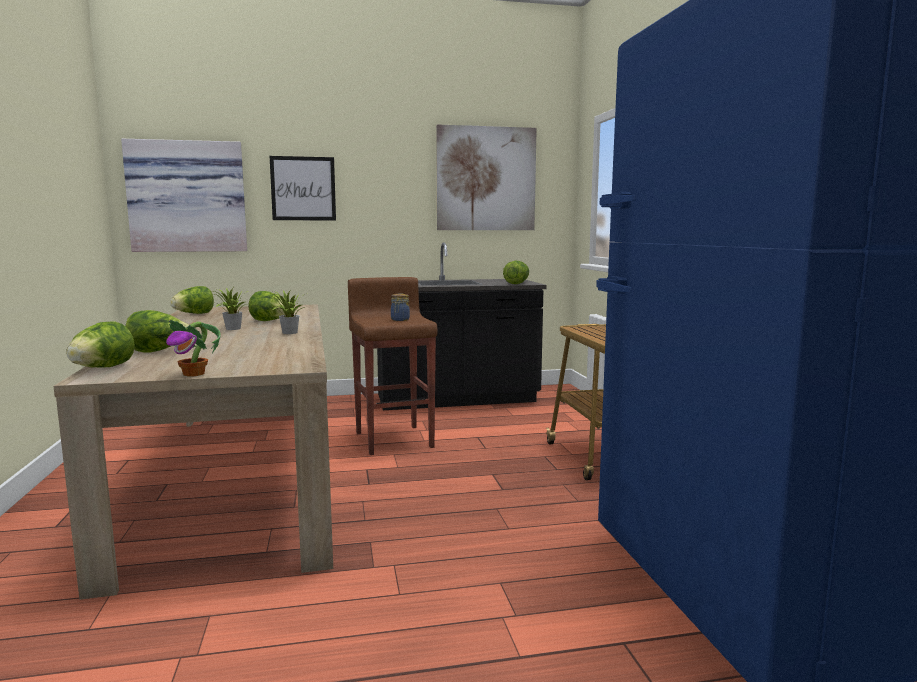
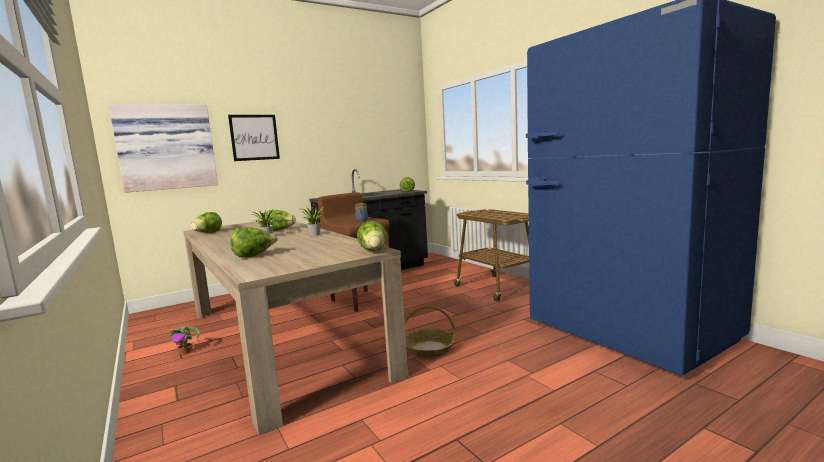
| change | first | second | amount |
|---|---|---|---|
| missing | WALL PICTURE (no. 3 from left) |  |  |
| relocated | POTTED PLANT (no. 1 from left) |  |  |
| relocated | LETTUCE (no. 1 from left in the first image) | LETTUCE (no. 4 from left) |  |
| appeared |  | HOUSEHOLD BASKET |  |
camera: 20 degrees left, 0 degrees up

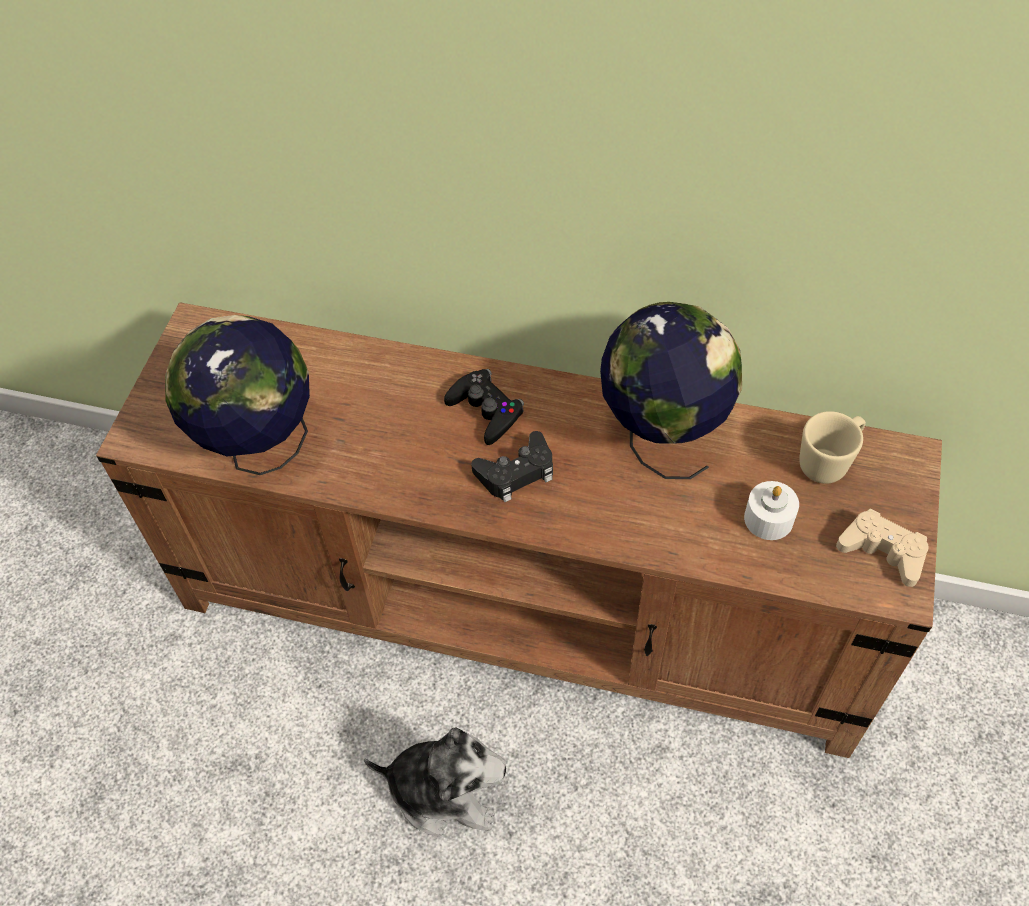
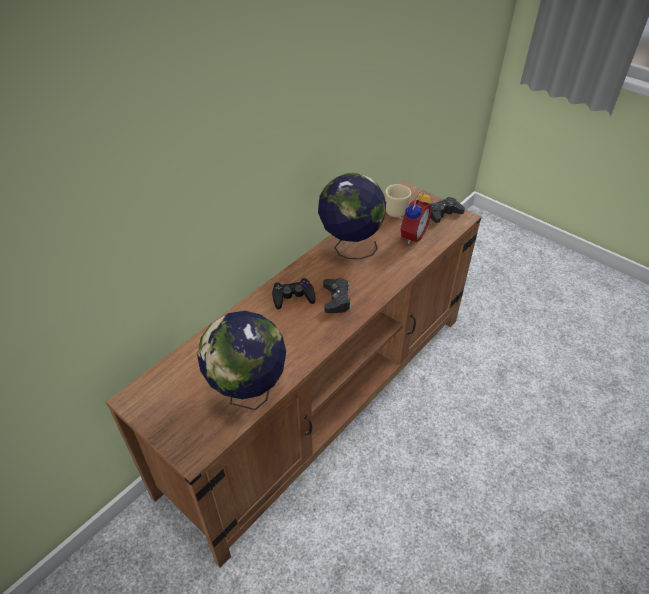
| change | first | second | amount |
|---|---|---|---|
| exchanged | WHITE WAX LIGHT | TABLE CLOCK |  |
| colour | BEIGE-COLOURED JOYPAD | BLACK-COLOURED JOYPAD (no. 3 from left) |  |
| missing | CUDDLY TOY |  |  |
camera: 65 degrees left, 10 degrees down

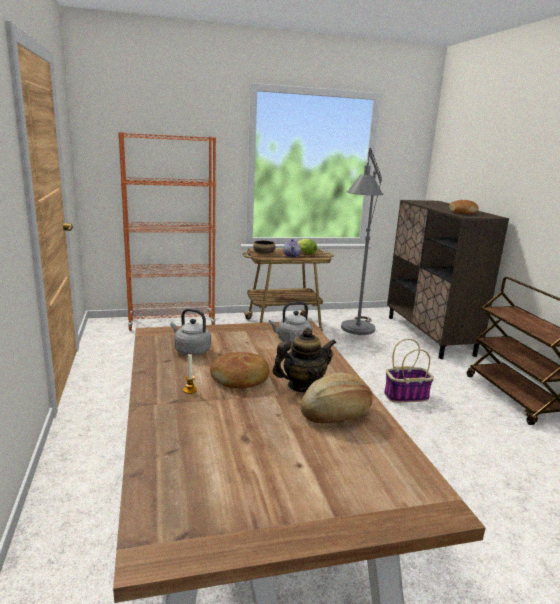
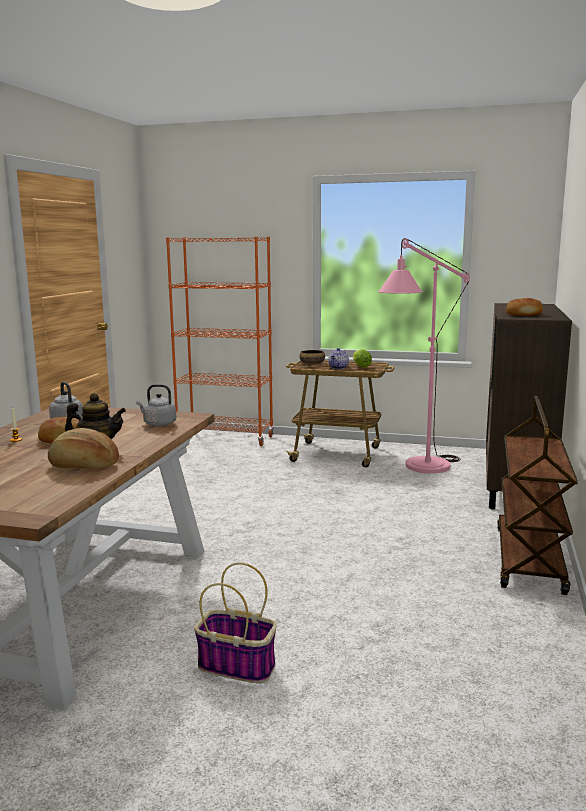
| change | first | second | amount |
|---|---|---|---|
| colour | GREY STANDARD LAMP | PINK-COLOURED STANDARD LAMP |  |
| relocated | HOUSEHOLD BASKET |  |  |
camera: 30 degrees right, 5 degrees down

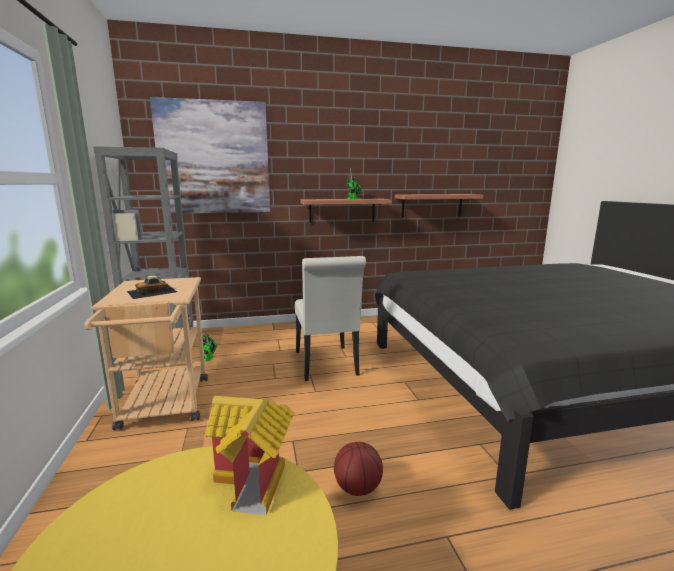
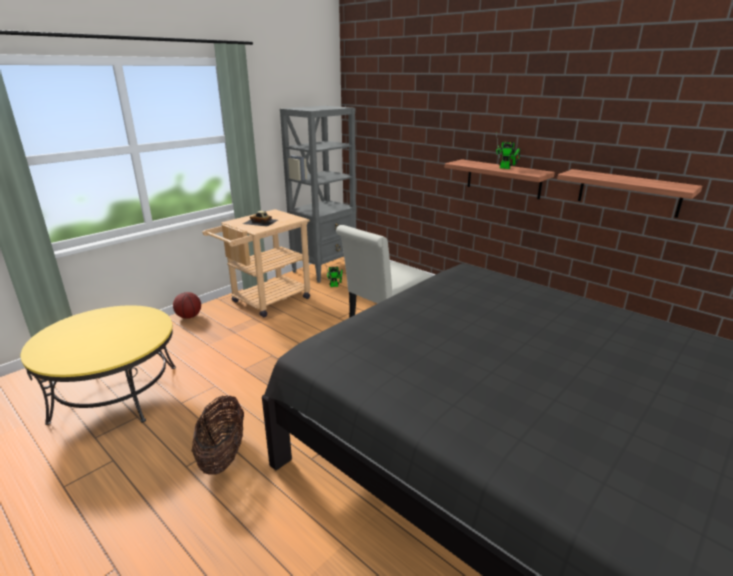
| change | first | second | amount |
|---|---|---|---|
| missing | WALL PICTURE |  |  |
| missing | MODEL HOUSE |  |  |
| relocated | BASKETBALL BALL |  |  |
| appeared |  | HOUSEHOLD BASKET |  |
camera: 55 degrees right, 10 degrees up

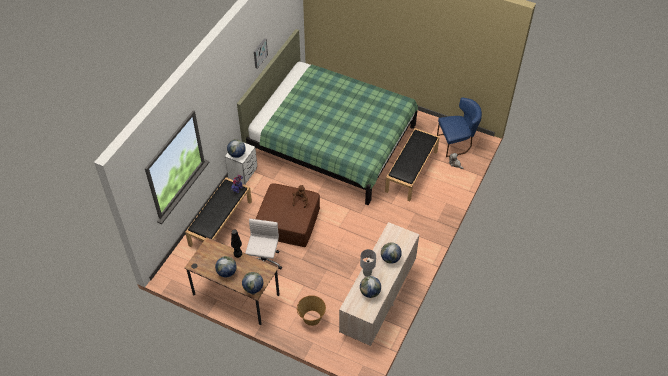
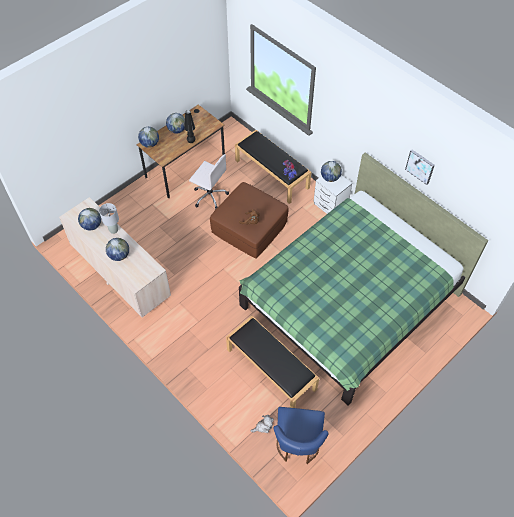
| change | first | second | amount |
|---|---|---|---|
| missing | HOUSEHOLD BASKET |  |  |
camera: 110 degrees right, 5 degrees up

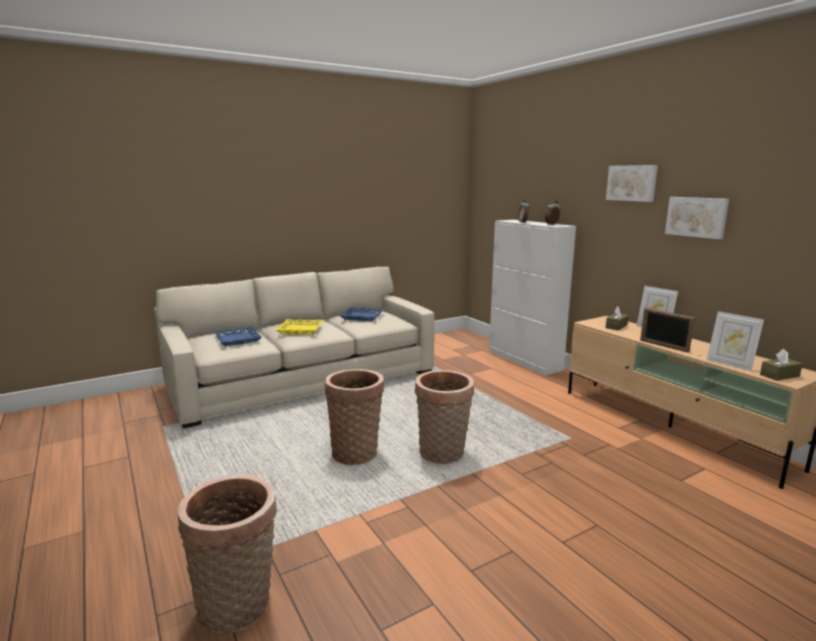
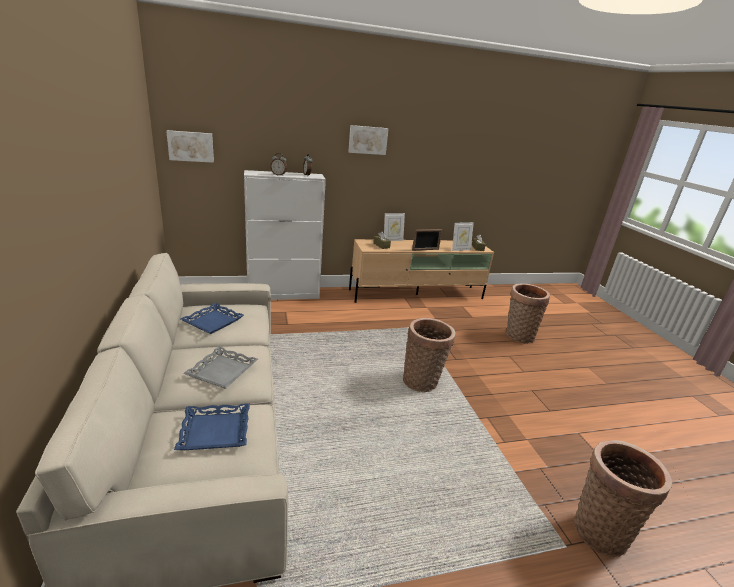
| change | first | second | amount |
|---|---|---|---|
| relocated | WALL PICTURE (no. 2 from left in the first image) | WALL PICTURE (no. 1 from left) |  |
| colour | YELLOWISH SERVING TRAY | GREY SERVING TRAY |  |
| relocated | HOUSEHOLD BASKET (no. 2 from left) |  |  |
camera: 75 degrees left, 10 degrees up

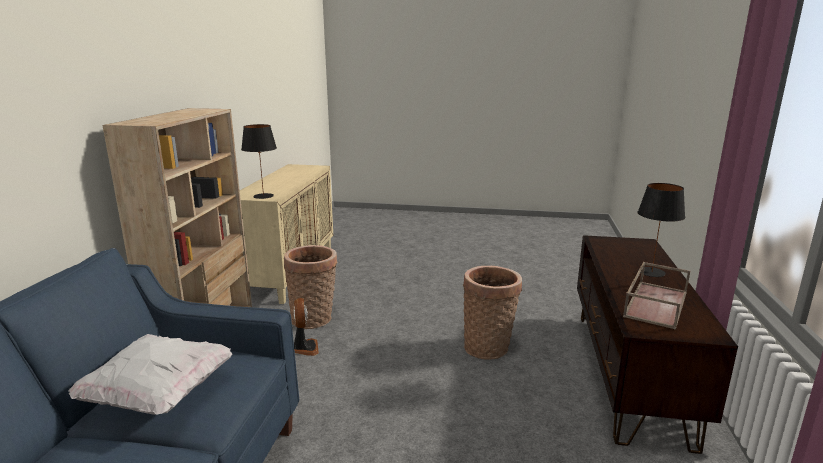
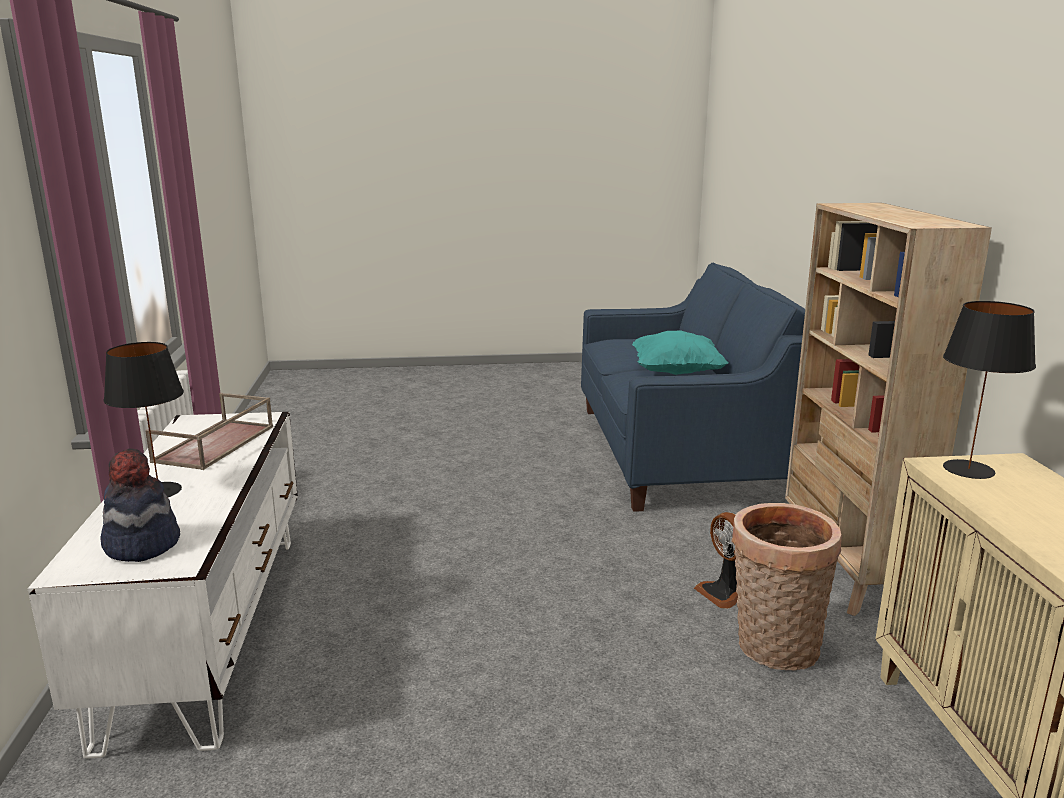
| change | first | second | amount |
|---|---|---|---|
| colour | BROWN-COLOURED MEDIA CONSOLE | WHITE MEDIA CONSOLE |  |
| missing | HOUSEHOLD BASKET (no. 2 from left) |  |  |
| colour | WHITE THROW PILLOW | BLUE-GREEN THROW PILLOW |  |
| appeared |  | CLOTHING HAT |  |
camera: 165 degrees right, 0 degrees up

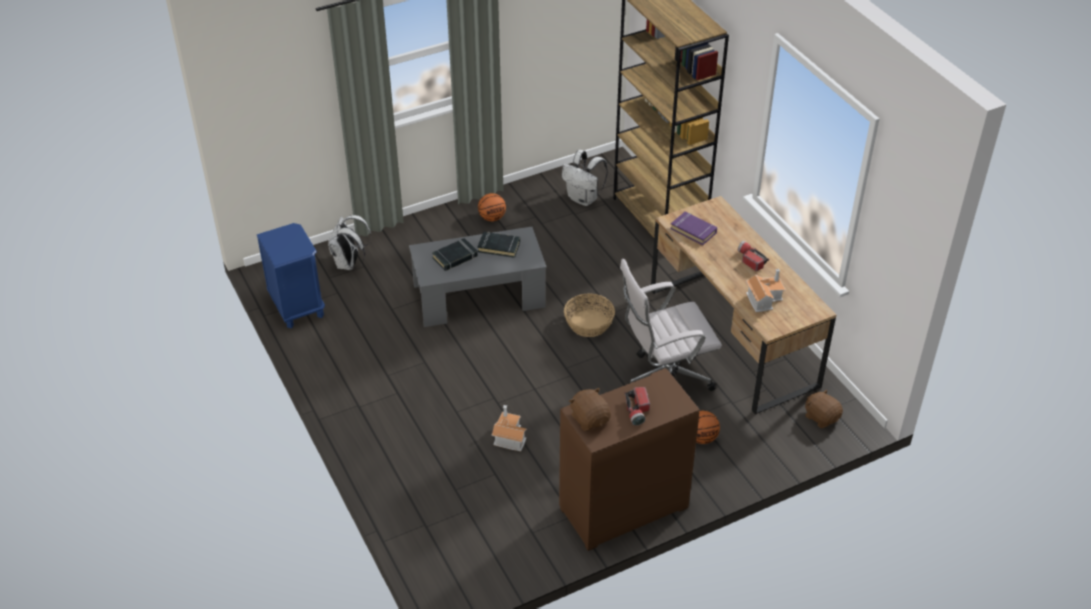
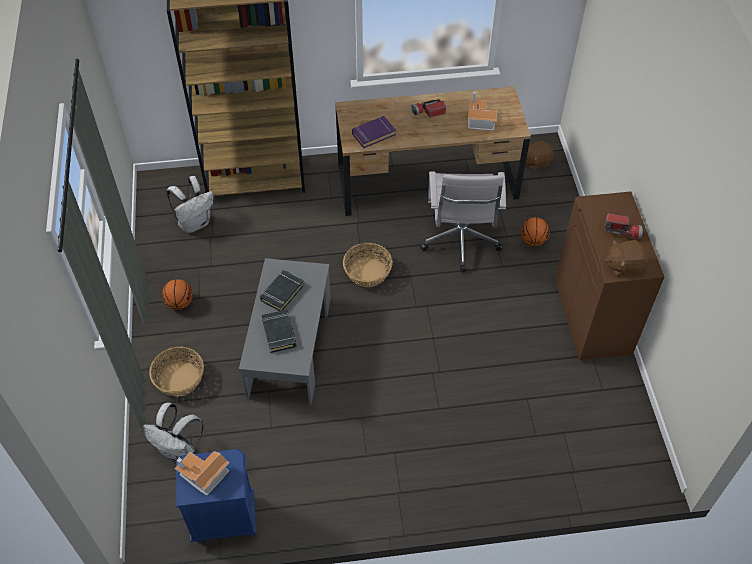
| change | first | second | amount |
|---|---|---|---|
| relocated | MODEL HOUSE (no. 1 from left) |  |  |
| appeared |  | HOUSEHOLD BASKET (no. 1 from left) |  |
camera: 70 degrees left, 10 degrees up

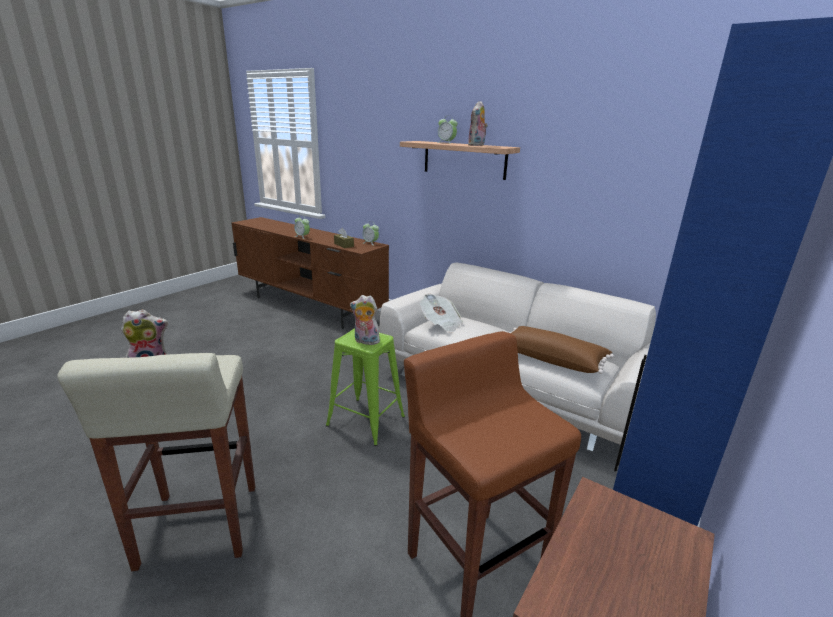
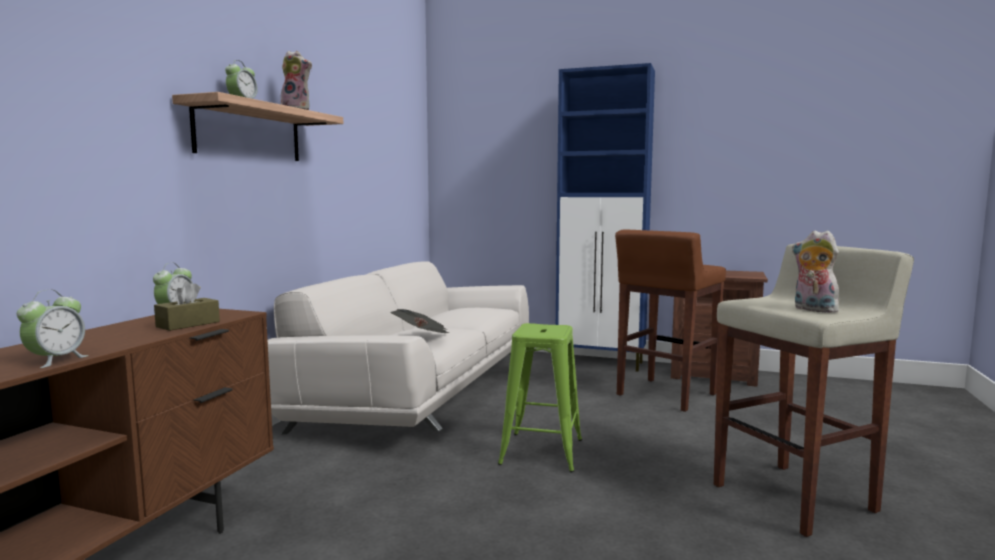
| change | first | second | amount |
|---|---|---|---|
| missing | CUDDLY TOY (no. 2 from left) |  |  |
| missing | BROWN-COLOURED THROW PILLOW |  |  |
camera: 105 degrees left, 15 degrees down

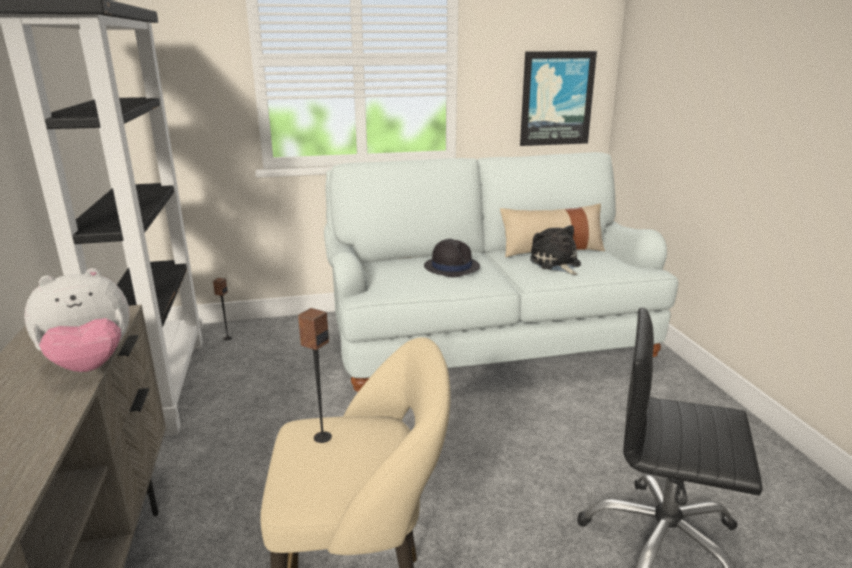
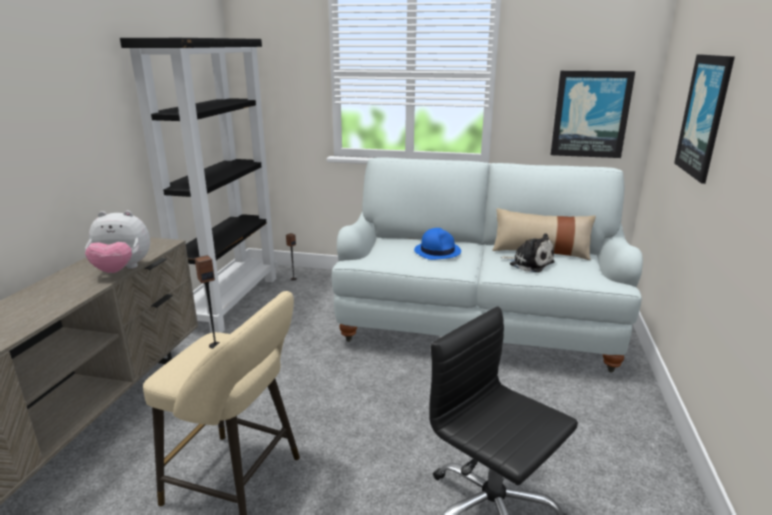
| change | first | second | amount |
|---|---|---|---|
| spun | CUDDLY TOY (no. 2 from left) |  | 120 degrees clockwise |
| colour | BLACK-COLOURED CLOTHING HAT | BLUE CLOTHING HAT |  |
| appeared |  | WALL PICTURE (no. 2 from left) |  |
camera: 25 degrees right, 0 degrees up

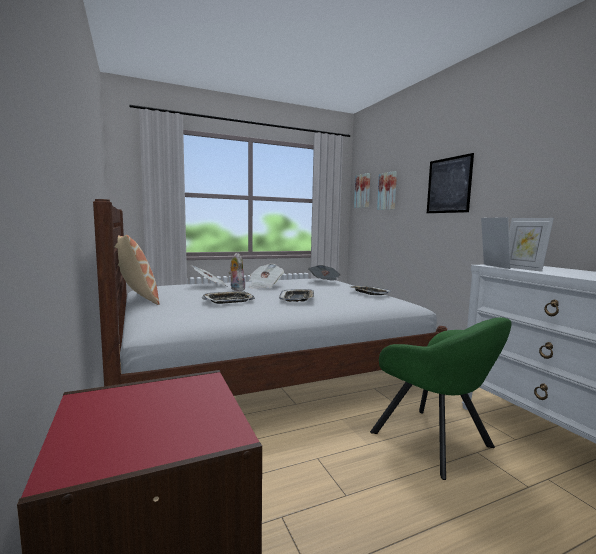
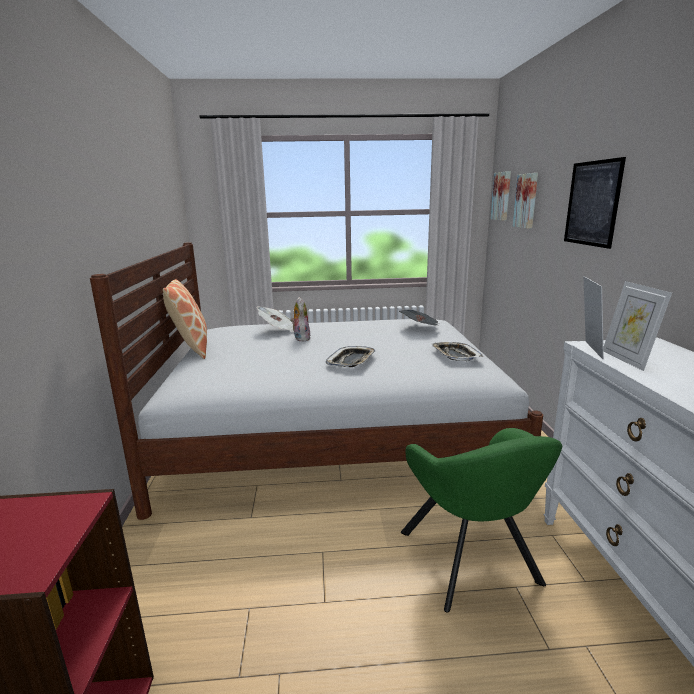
| change | first | second | amount |
|---|---|---|---|
| missing | DAILY PAPER (no. 2 from left) |  |  |
| missing | SERVING TRAY (no. 1 from left) |  |  |
camera: 20 degrees right, 10 degrees up

